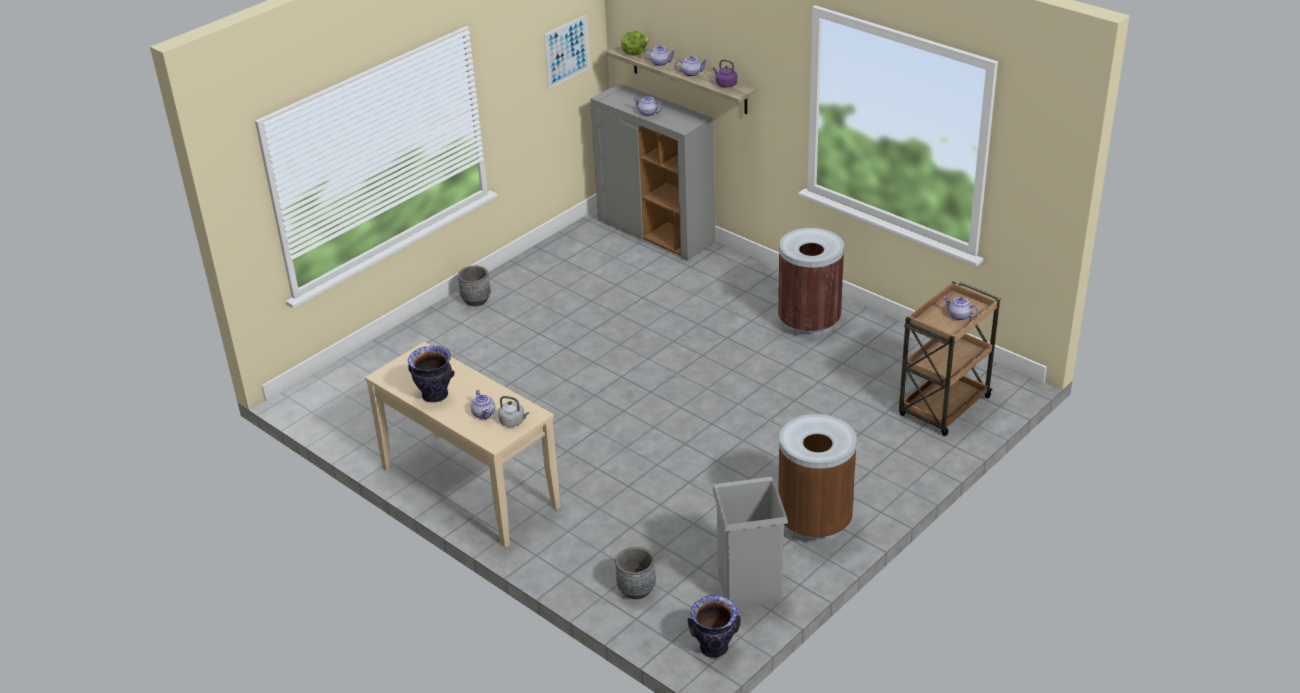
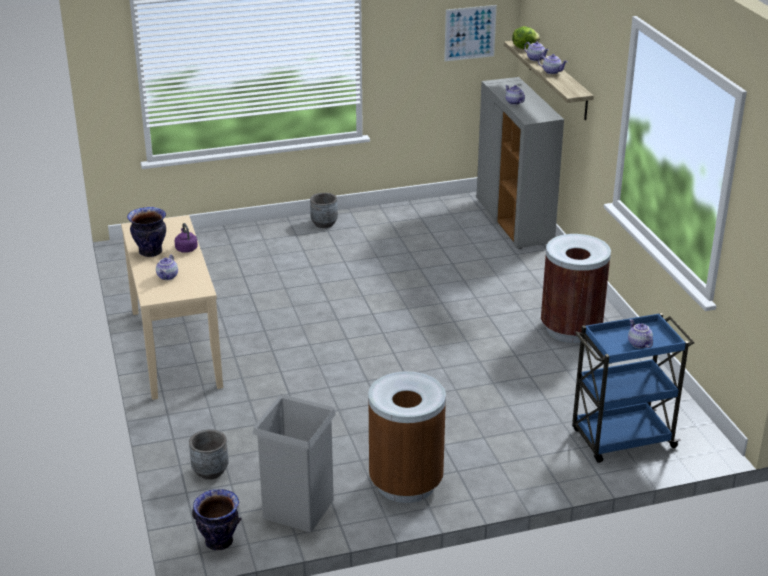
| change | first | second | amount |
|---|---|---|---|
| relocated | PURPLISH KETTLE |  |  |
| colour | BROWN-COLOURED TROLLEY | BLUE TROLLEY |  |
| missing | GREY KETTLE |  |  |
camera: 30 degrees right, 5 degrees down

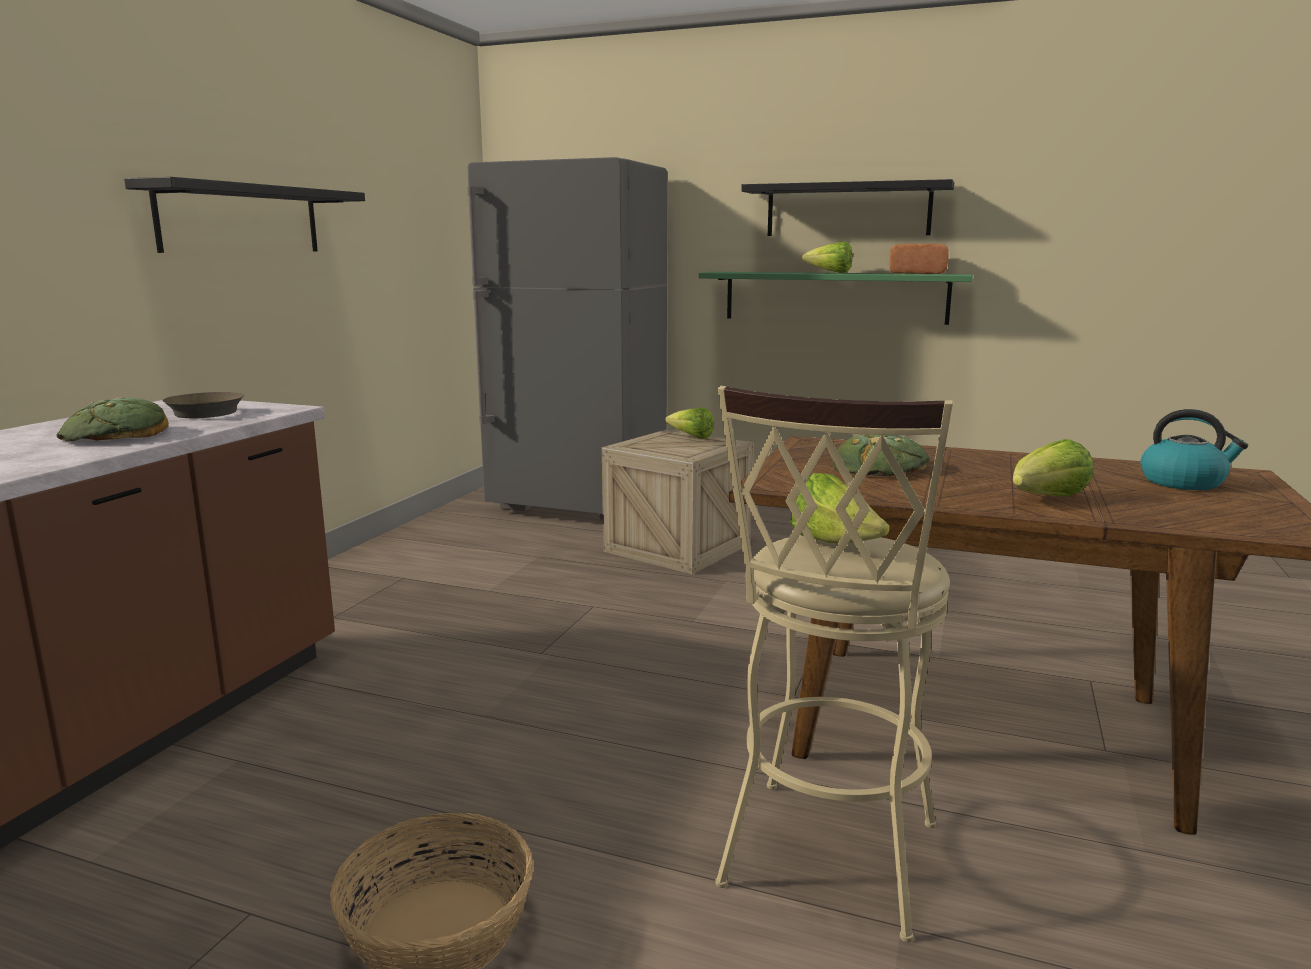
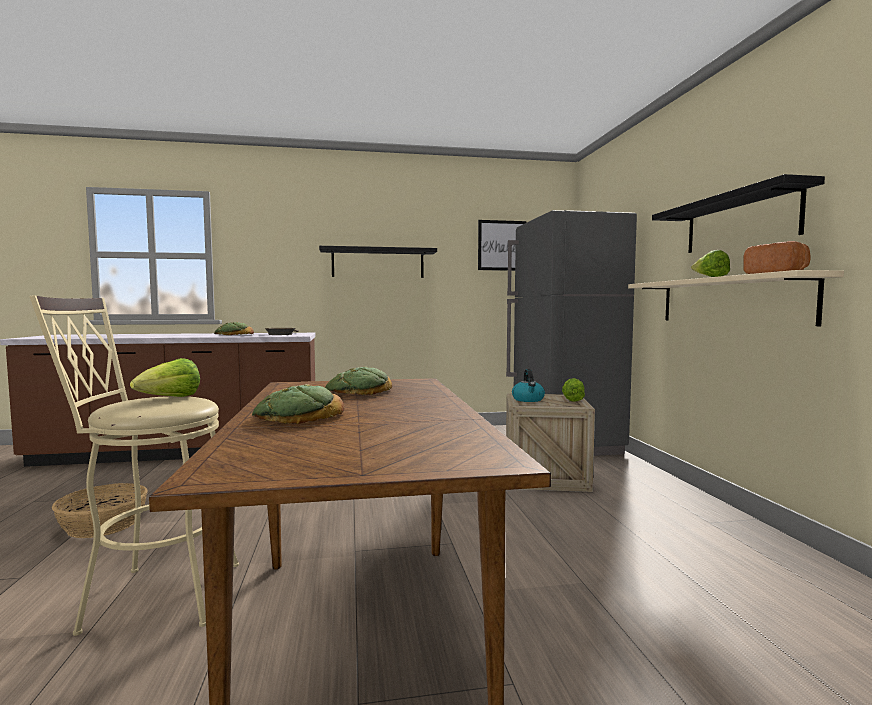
| change | first | second | amount |
|---|---|---|---|
| colour | GREEN-COLOURED SHELF | BEIGE-COLOURED SHELF |  |
| relocated | KETTLE |  |  |
| exchanged | LETTUCE (no. 4 from left) | BREAD (no. 2 from left) |  |
| appeared |  | WALL PICTURE |  |
camera: 60 degrees right, 10 degrees down

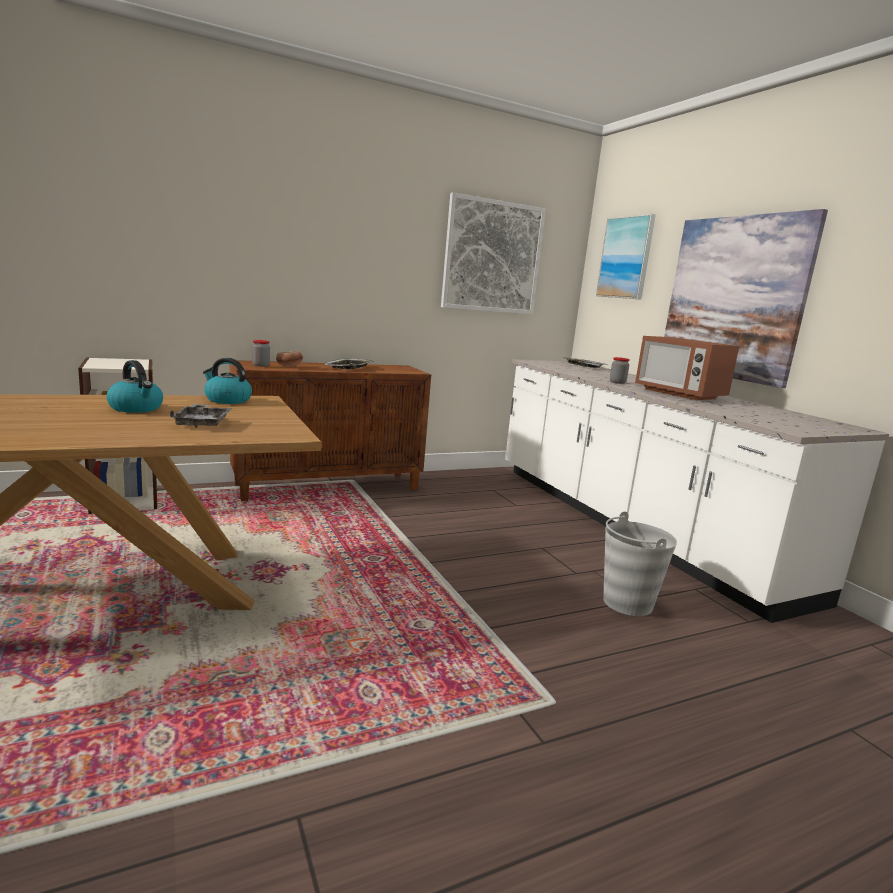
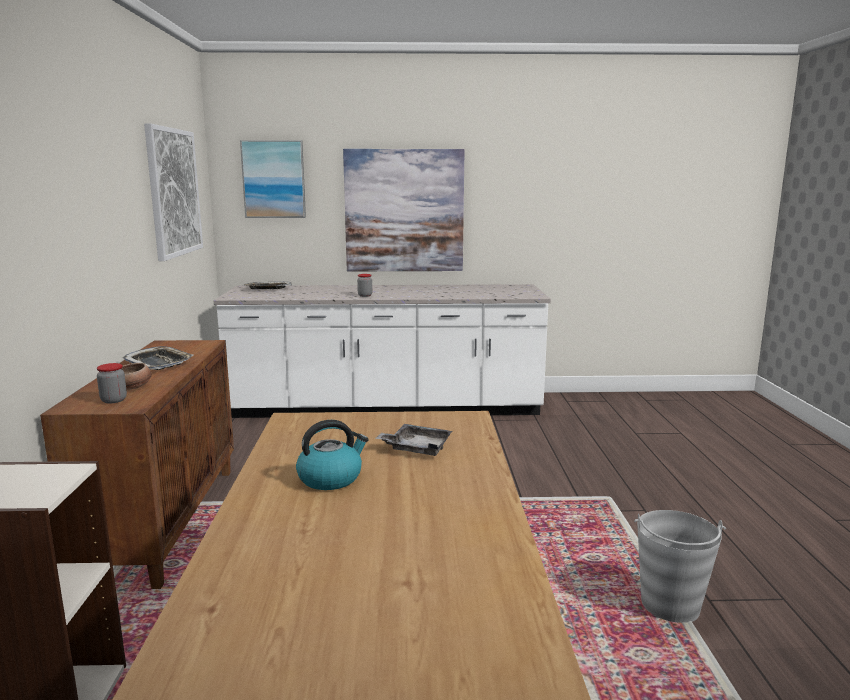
| change | first | second | amount |
|---|---|---|---|
| missing | MICROWAVE |  |  |
| missing | KETTLE (no. 2 from left) |  |  |
| relocated | GREY WATER BUCKET |  |  |
camera: 65 degrees left, 0 degrees up

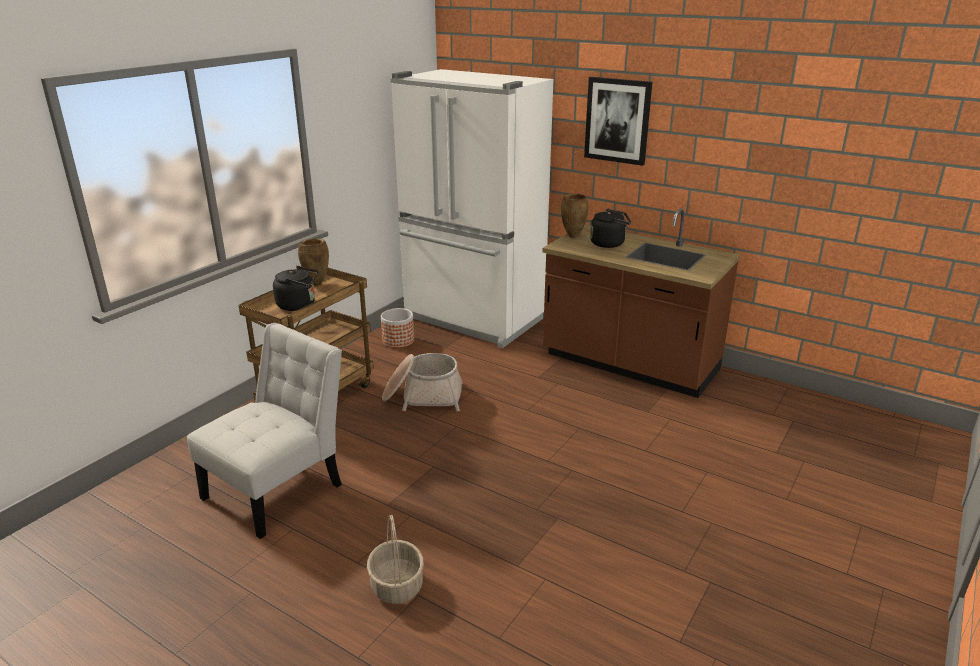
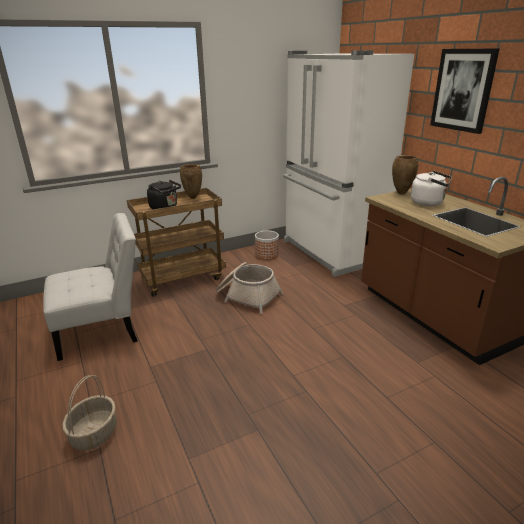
| change | first | second | amount |
|---|---|---|---|
| colour | BLACK-COLOURED KETTLE (no. 2 from left) | WHITE KETTLE |  |
camera: 30 degrees right, 0 degrees up

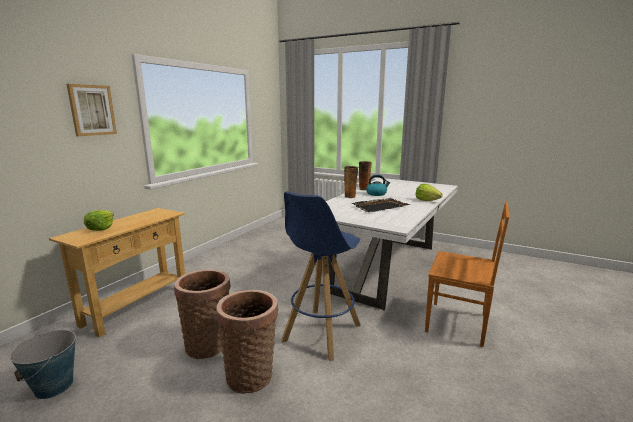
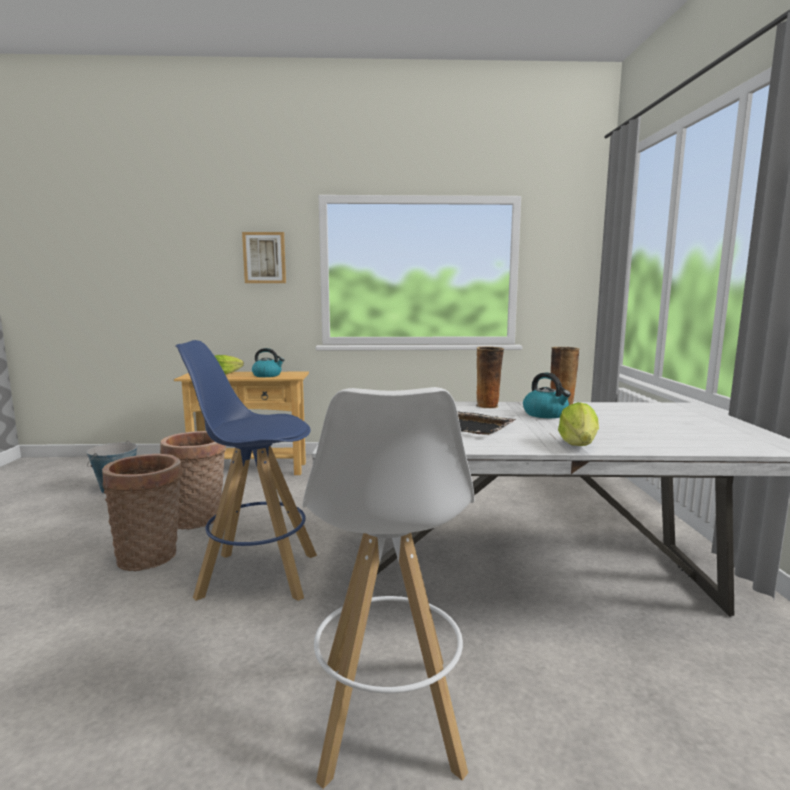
| change | first | second | amount |
|---|---|---|---|
| exchanged | BROWN-COLOURED UPRIGHT CHAIR | WHITE SITTING STOOL |  |
| appeared |  | KETTLE (no. 1 from left) |  |
camera: 60 degrees right, 5 degrees down

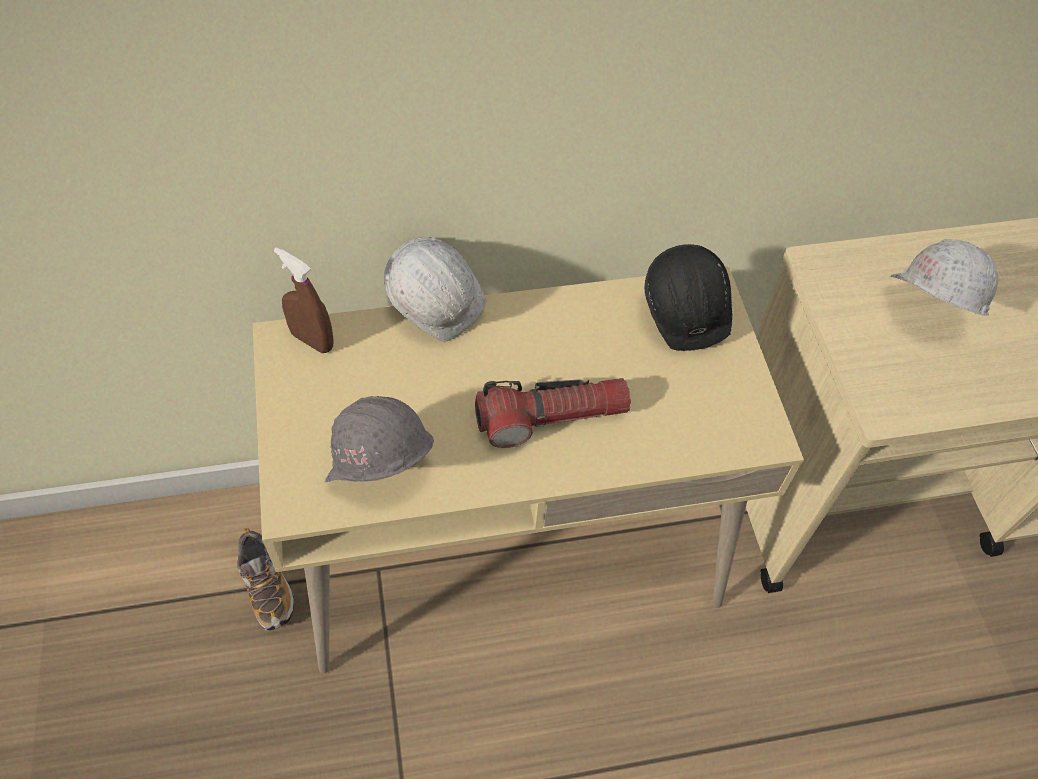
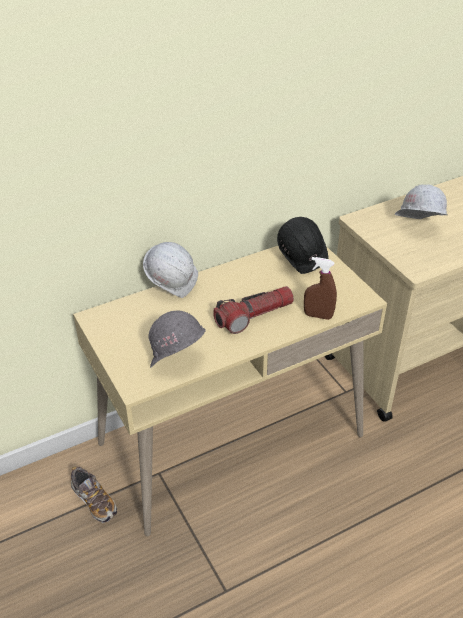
| change | first | second | amount |
|---|---|---|---|
| relocated | BROWN-COLOURED HAND SPRAYER |  |  |
camera: 15 degrees left, 15 degrees down

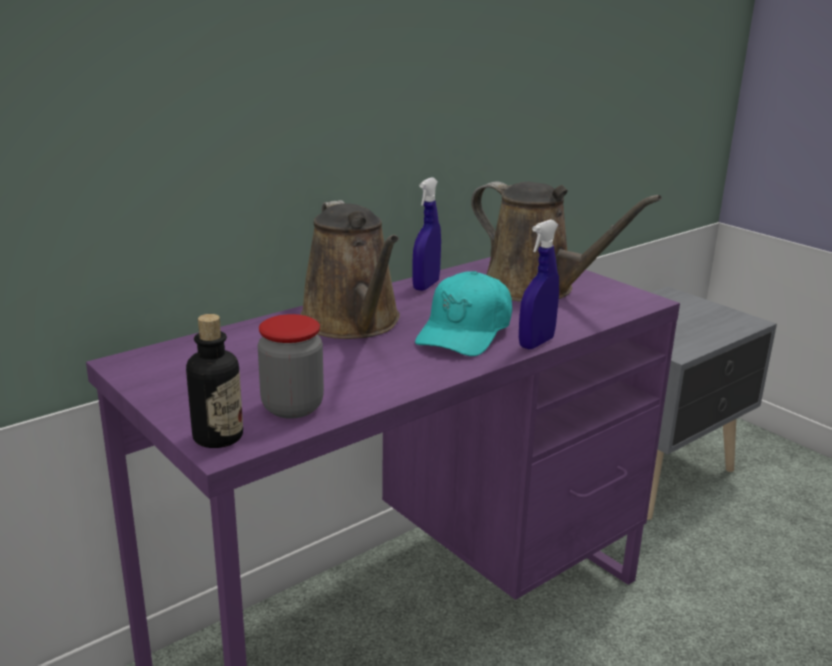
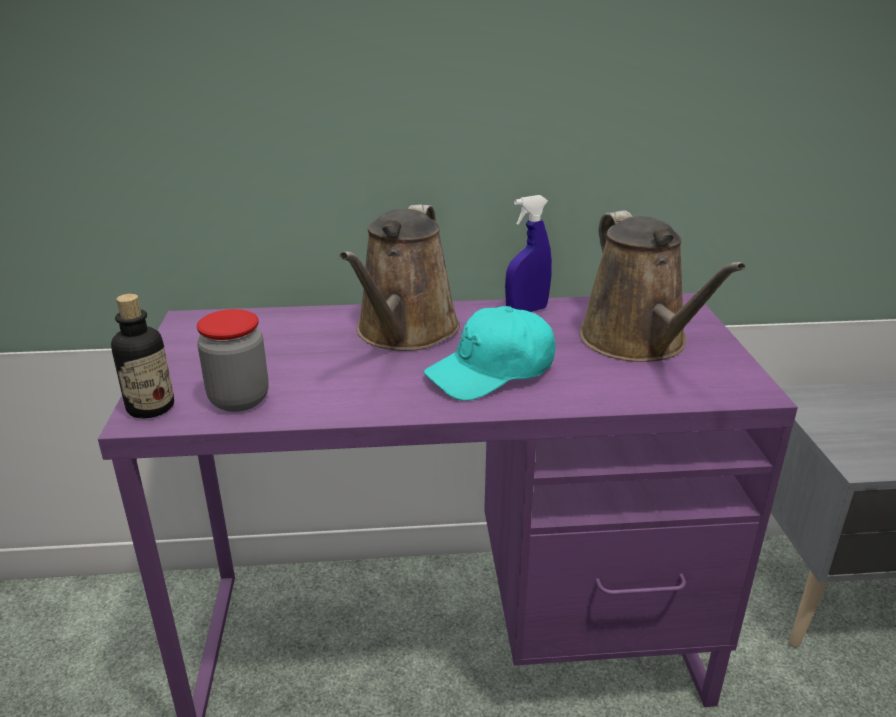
| change | first | second | amount |
|---|---|---|---|
| missing | BLUE HAND SPRAYER (no. 2 from left) |  |  |
camera: 35 degrees right, 5 degrees up

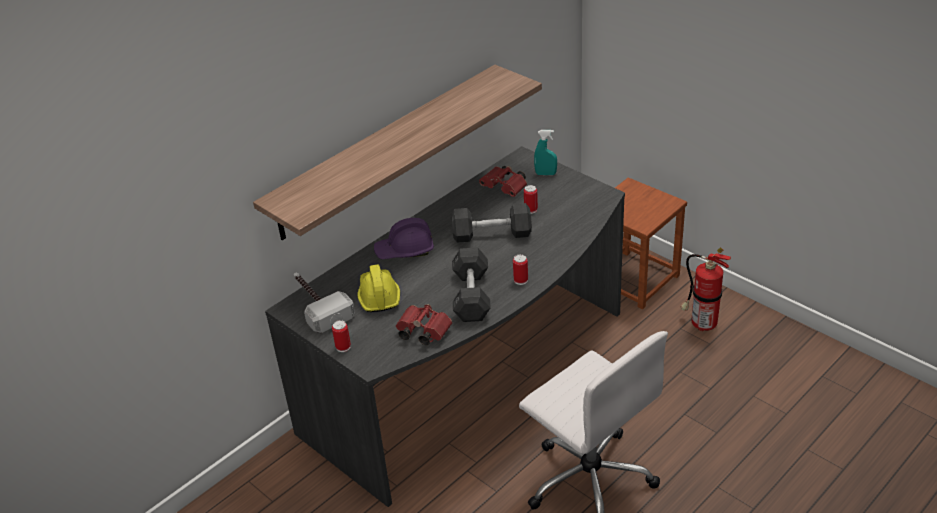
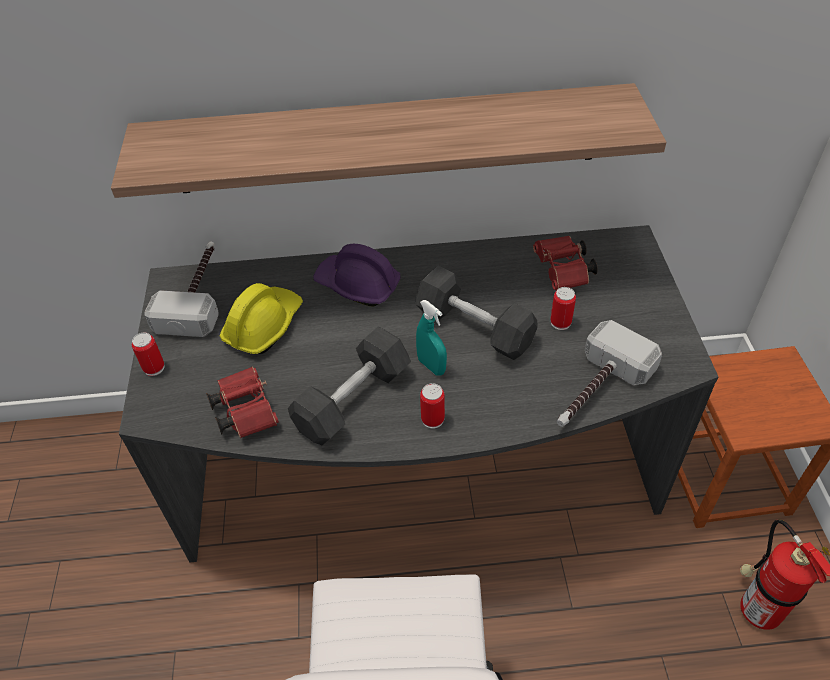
| change | first | second | amount |
|---|---|---|---|
| relocated | BLUE-GREEN HAND SPRAYER |  |  |
| appeared |  | HAMMER (no. 2 from left) |  |
camera: 40 degrees right, 10 degrees up

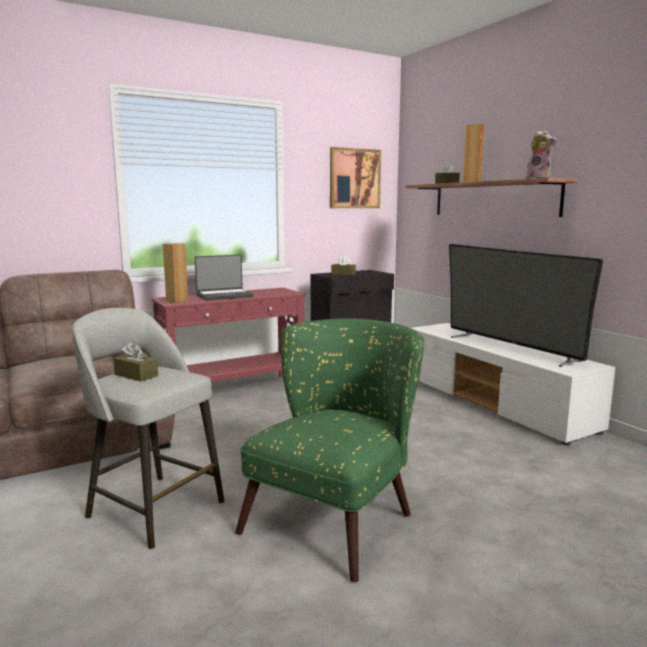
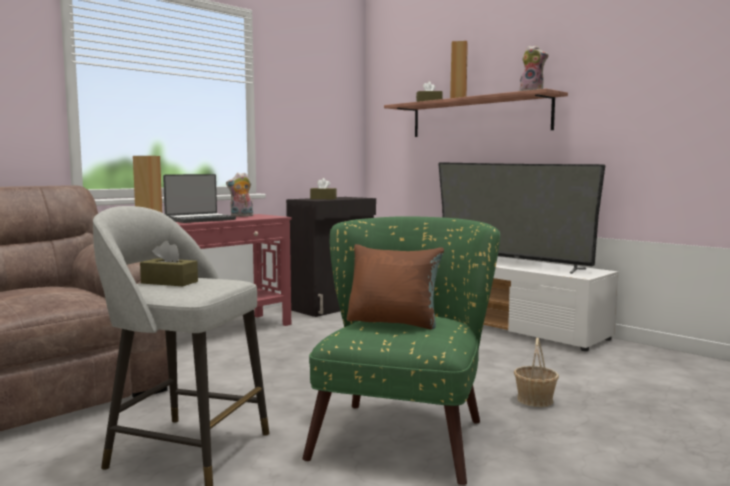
| change | first | second | amount |
|---|---|---|---|
| missing | WALL PICTURE |  |  |
| appeared |  | CUDDLY TOY (no. 1 from left) |  |
| appeared |  | BROWN-COLOURED THROW PILLOW |  |
| appeared |  | HOUSEHOLD BASKET |  |
camera: 15 degrees left, 5 degrees down

